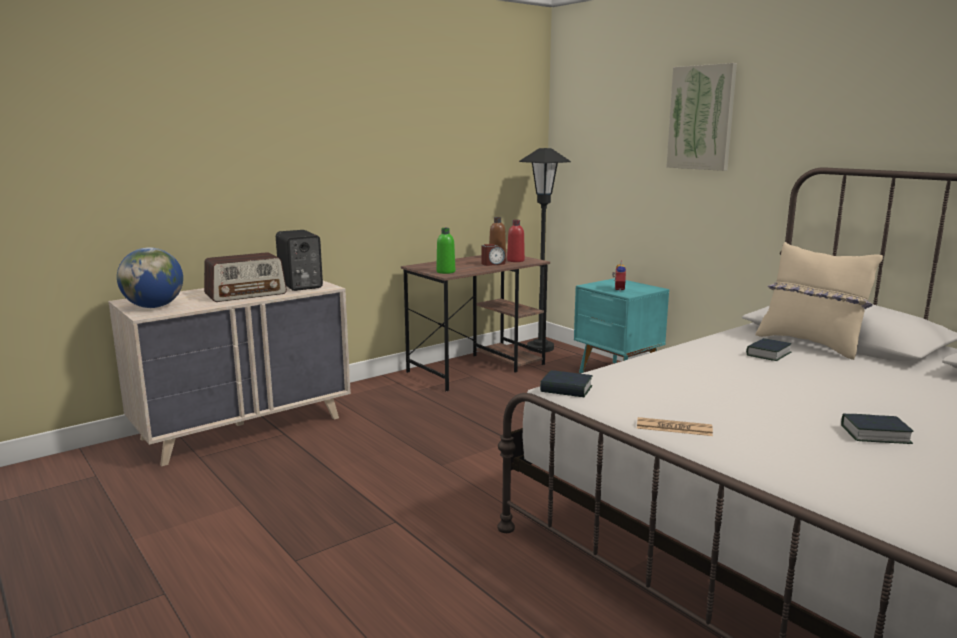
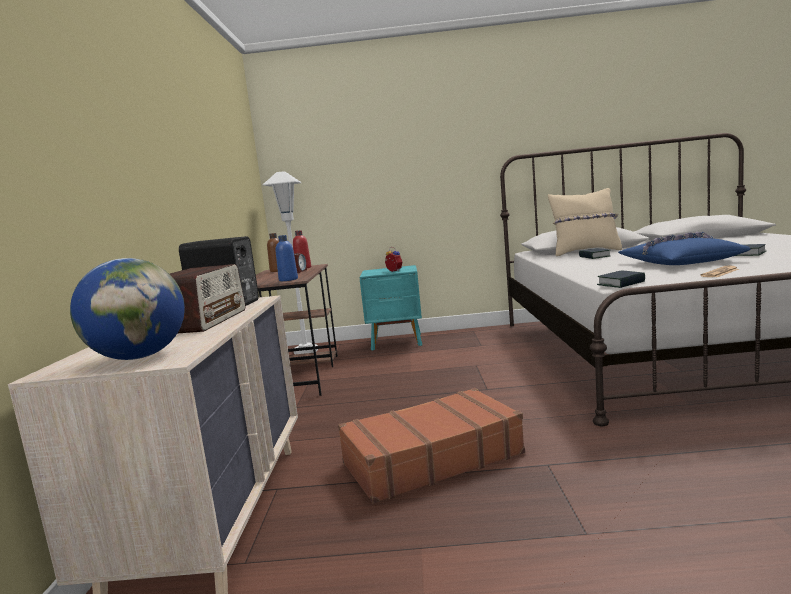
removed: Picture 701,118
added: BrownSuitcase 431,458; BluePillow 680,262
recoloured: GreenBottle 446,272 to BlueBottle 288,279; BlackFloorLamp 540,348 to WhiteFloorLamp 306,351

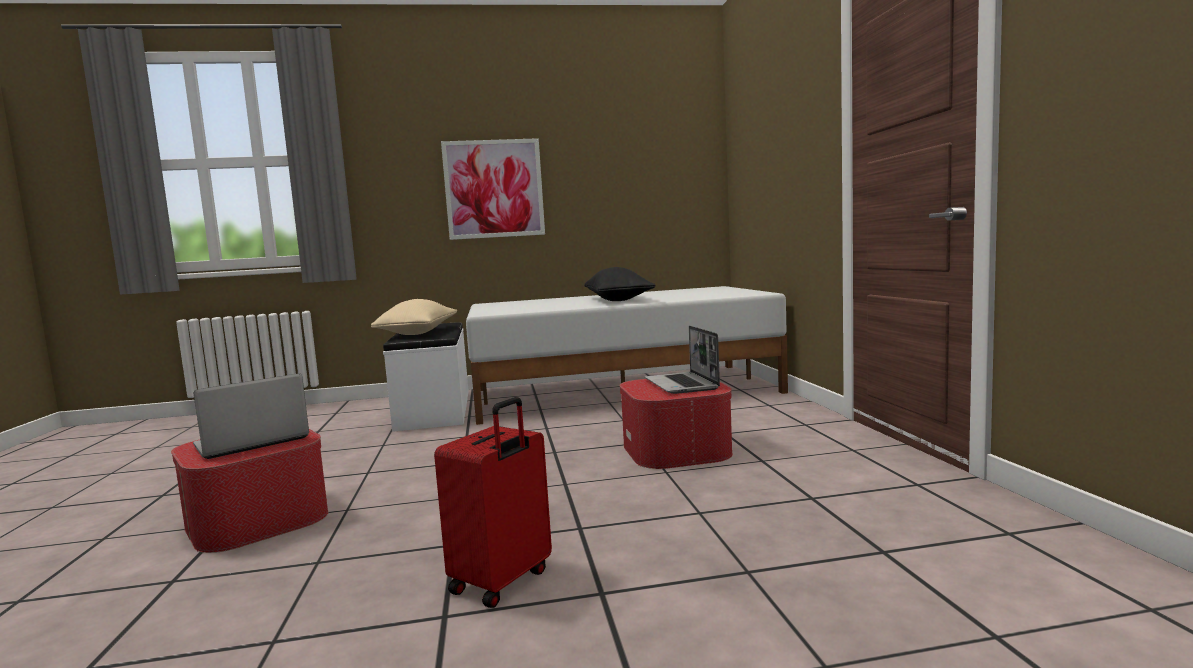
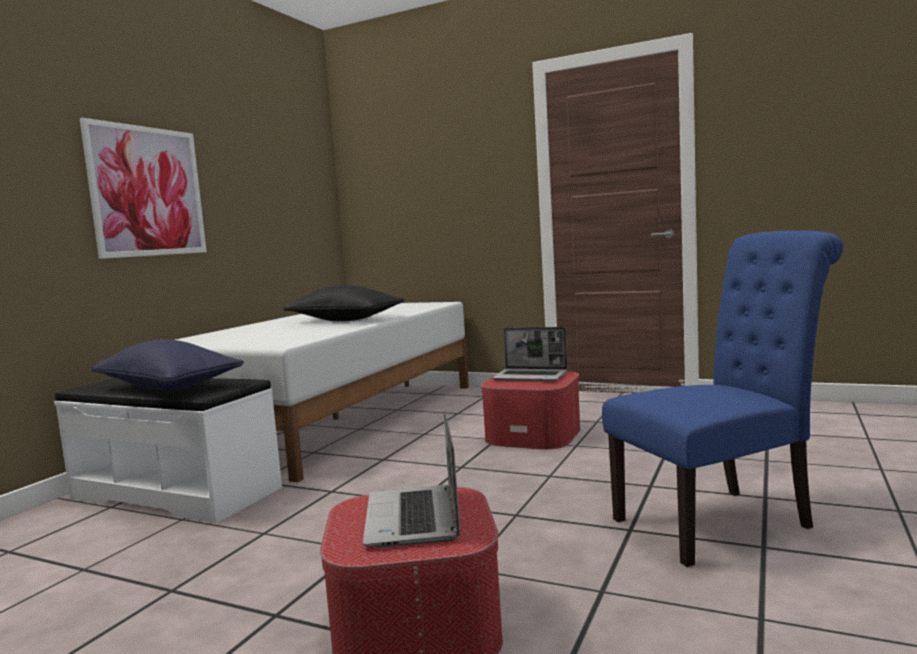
replaced: RedSuitcase 502,582 to BlueChair 722,521
recoloured: BeigePillow 419,333 to BluePillow 168,387

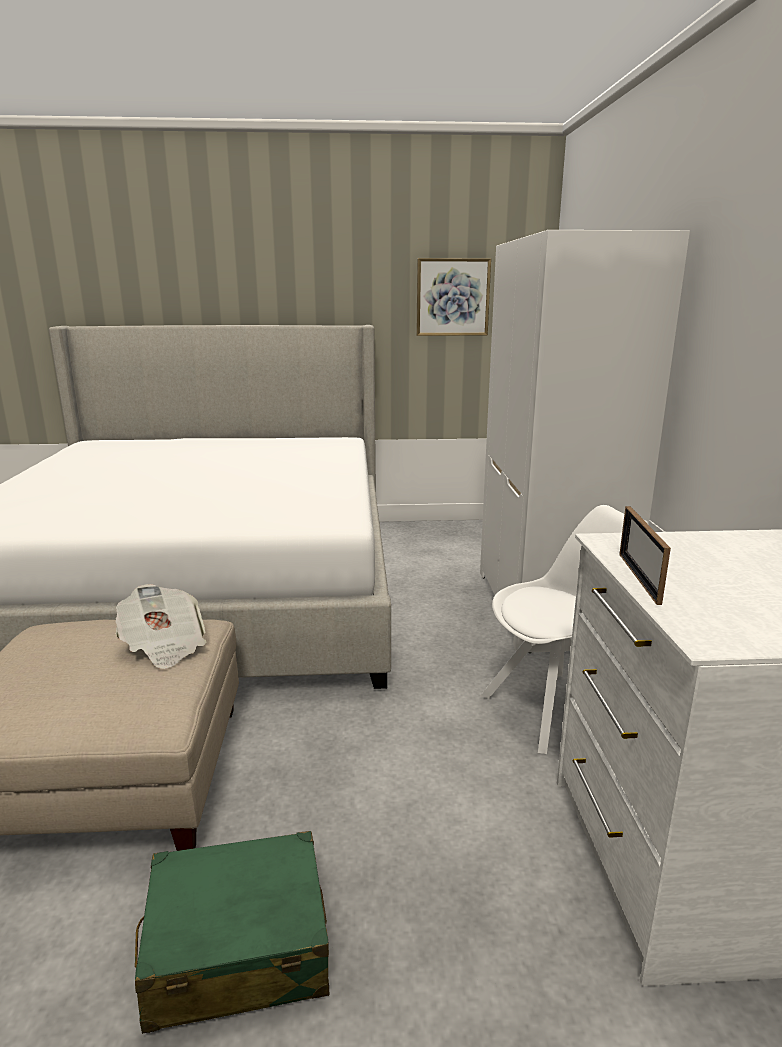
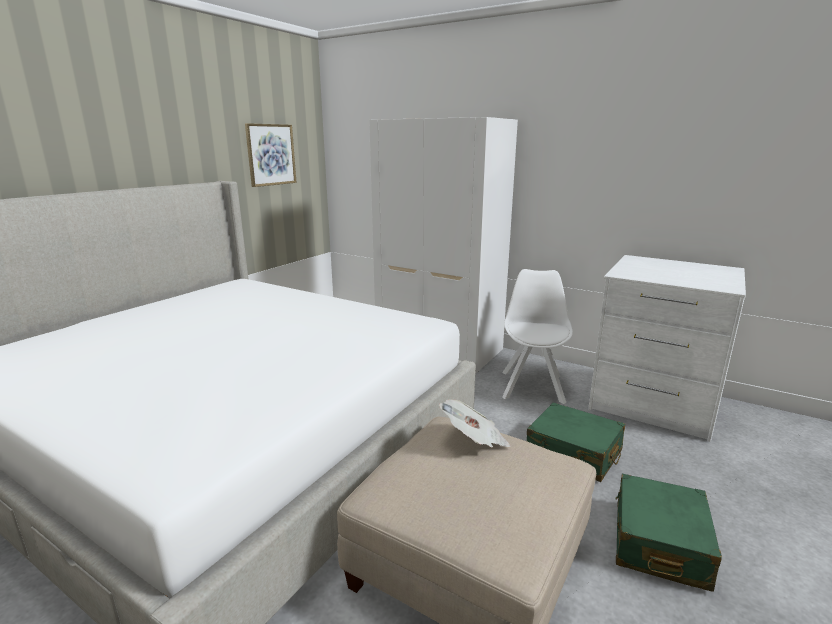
removed: PictureFrame 639,577
added: GreenSuitcase 573,453

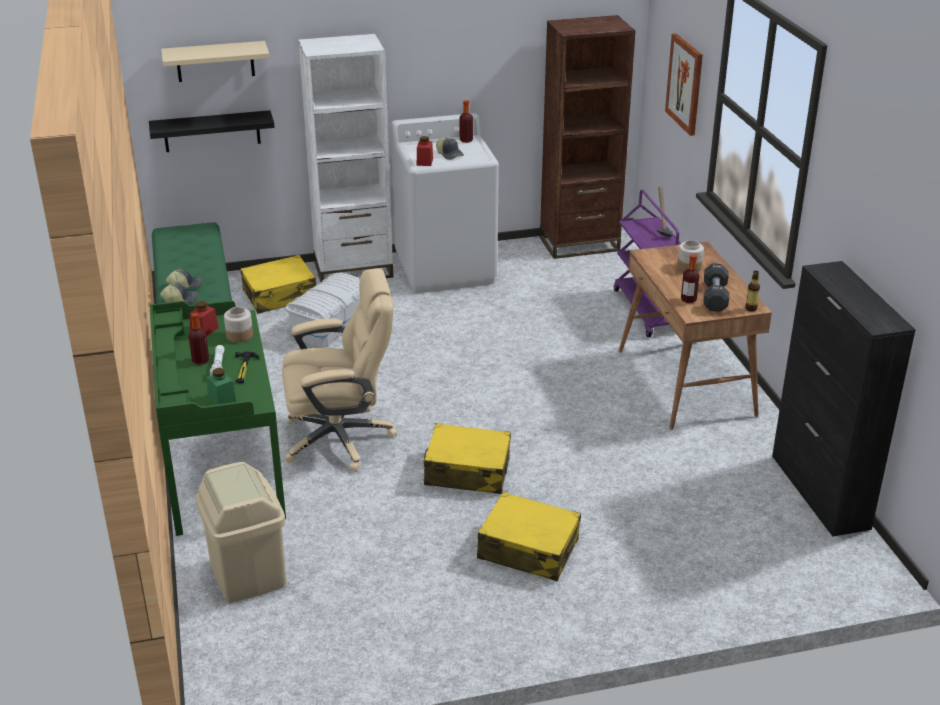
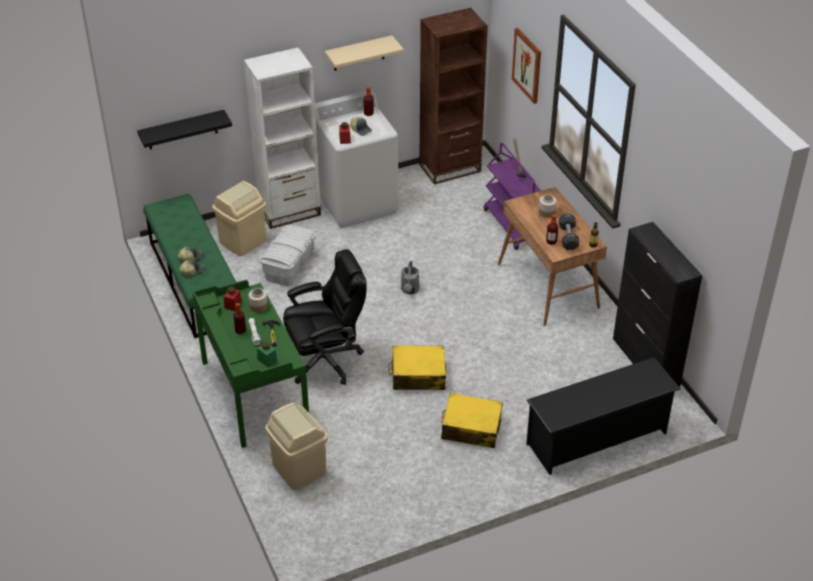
added: GreyWateringCan 410,290; BlackShoeRack 597,438
moved: BeigeShelf 215,61 to 359,53
replaced: YellowSuitcase 280,295 to BeigeTrashCan 242,241
recoloured: BeigeOfficeChair 340,438 to BlackOfficeChair 326,360

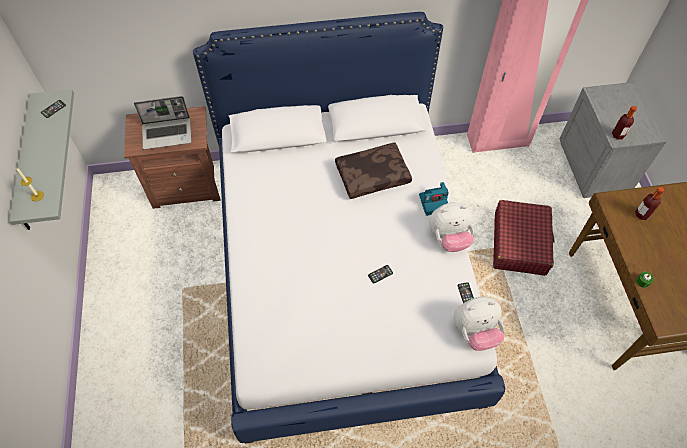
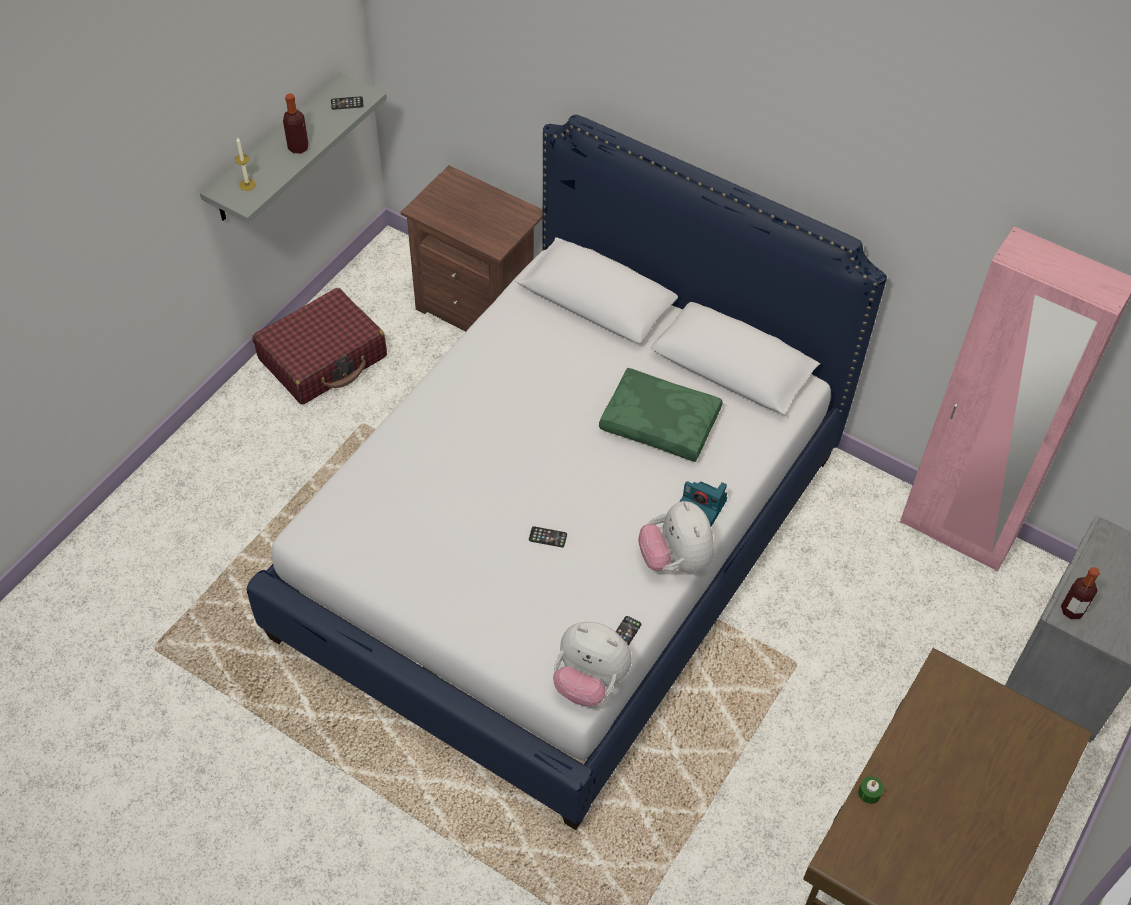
removed: Laptop 168,133
moved: RedSuitcase 520,243 to 323,358; Bottle 641,215 to 298,147
recoloured: BrownPillow 372,174 to GreenPillow 661,422
turned: PlushToy 449,238 = 675,559 45 degrees clockwise

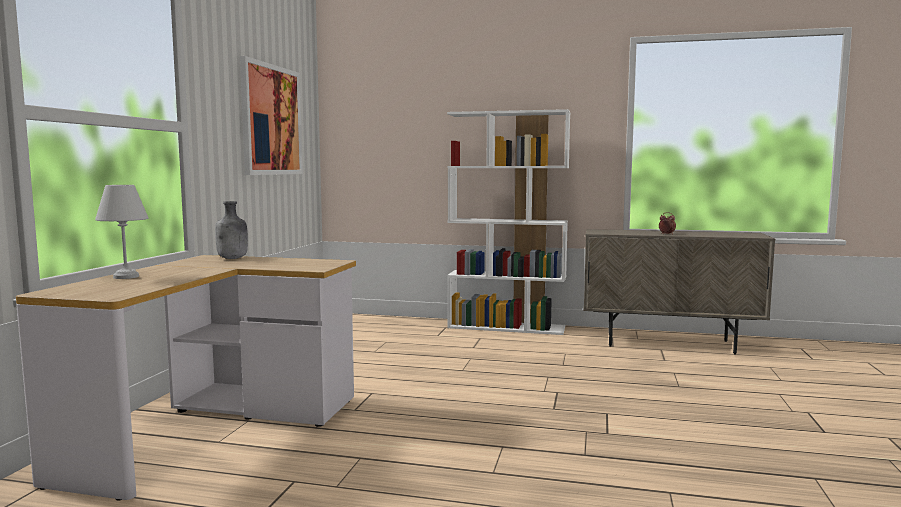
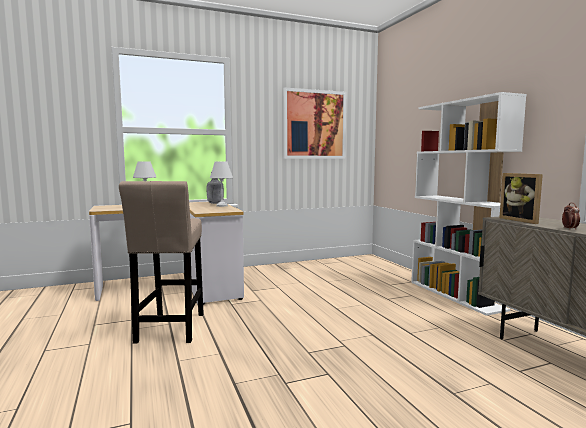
added: BeigeStool 170,330; WhiteTableLamp 222,206; PictureFrame 521,220

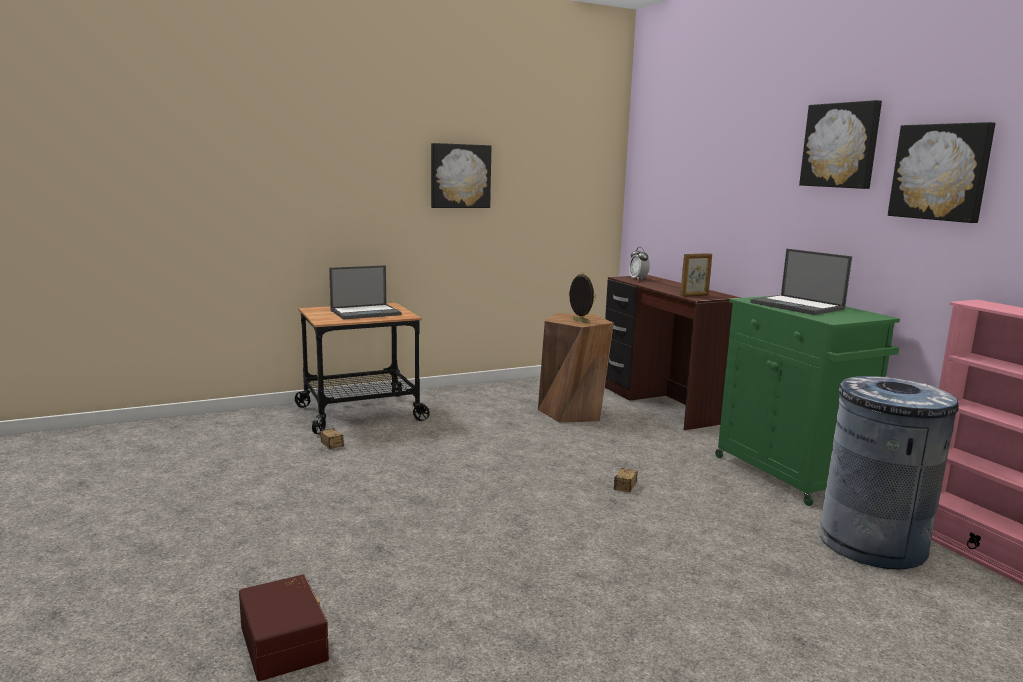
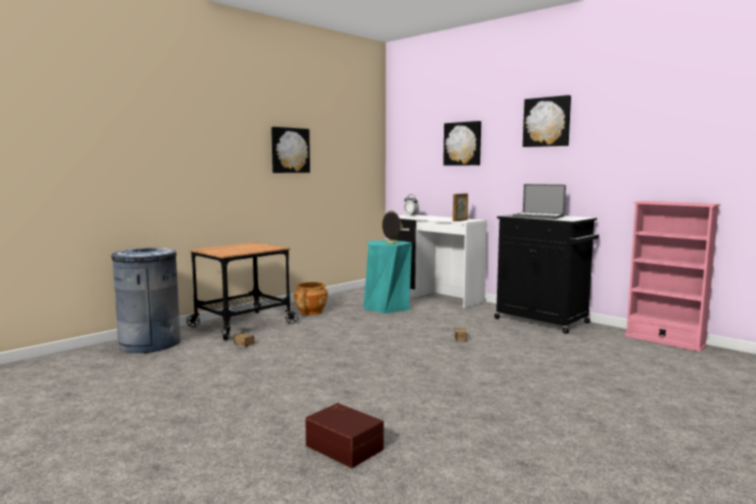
removed: Laptop 366,312
added: BrownPlanter 311,312
moved: GreyTrashCan 872,543 to 150,344; Picture 941,172 to 463,144
recoloured: BrownStool 572,412 to TurquoiseStool 387,307; BrownDesk 660,404 to WhiteDesk 435,297; GreenCabinet 791,475 to BlackCabinet 543,321

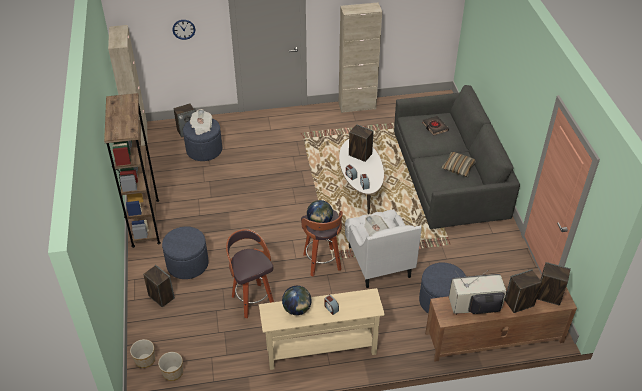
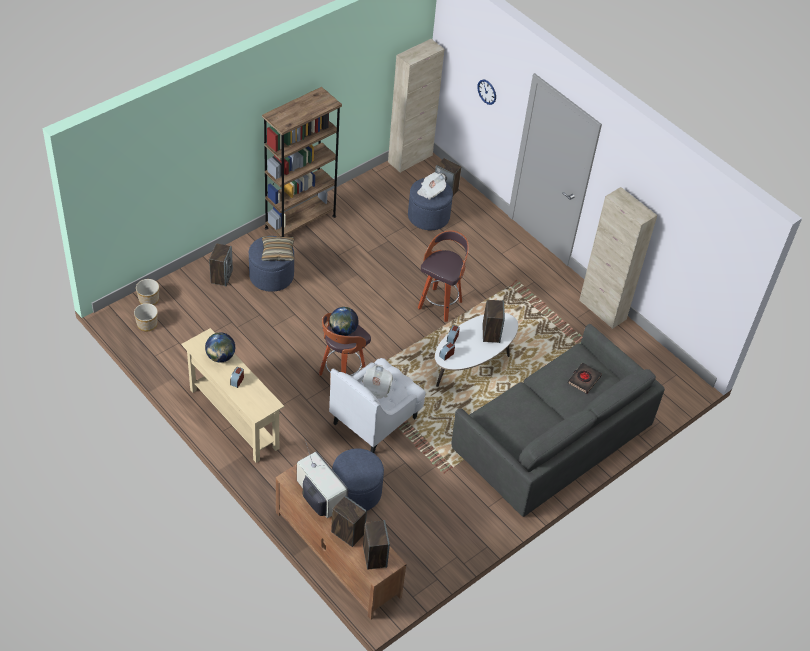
moved: Stool 252,300 to 440,304; Pillow 458,167 to 277,252

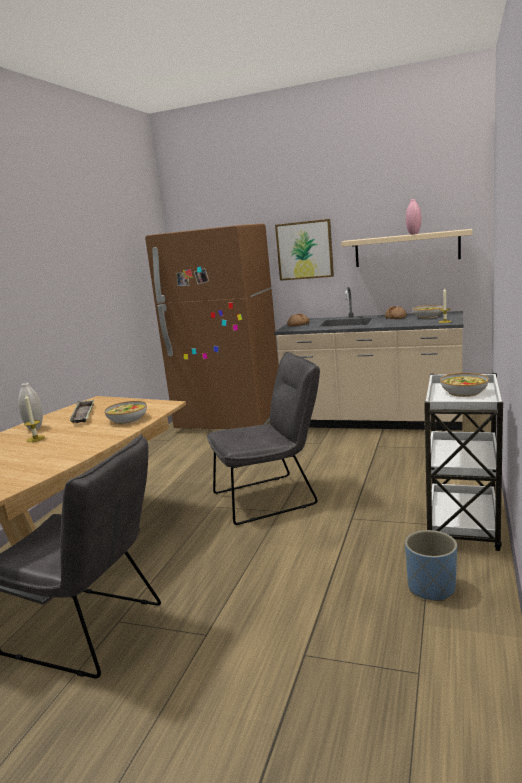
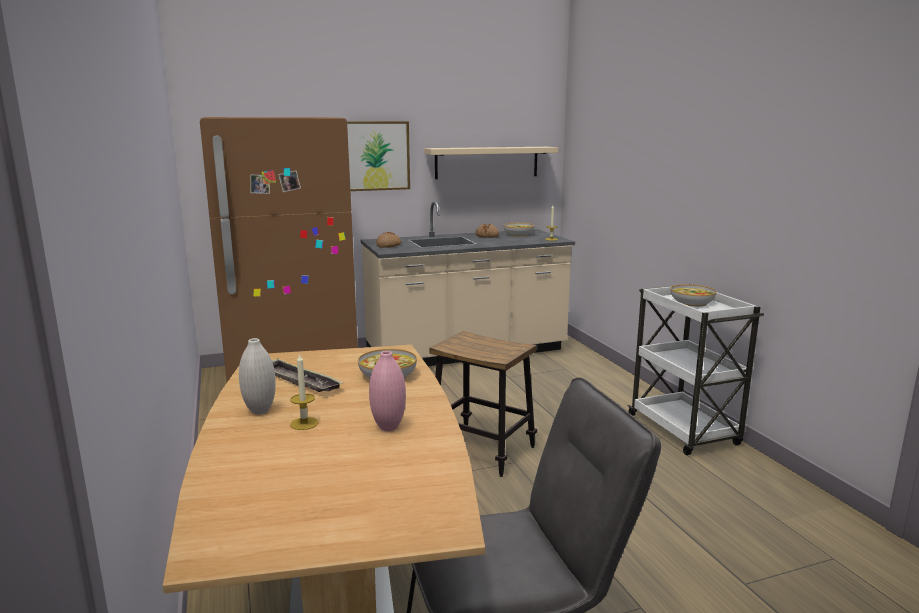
removed: BluePlanter 431,588
moved: PinkVase 413,234 to 388,427
replaced: GreyChair 271,497 to Stool 482,450

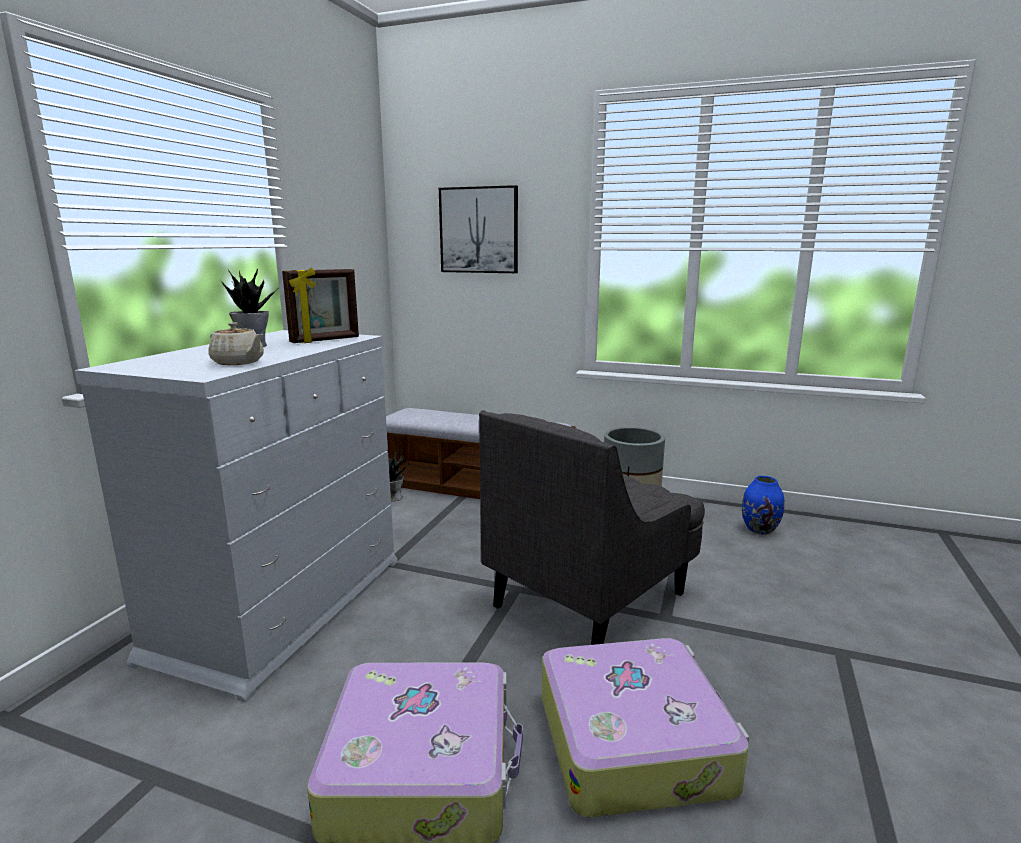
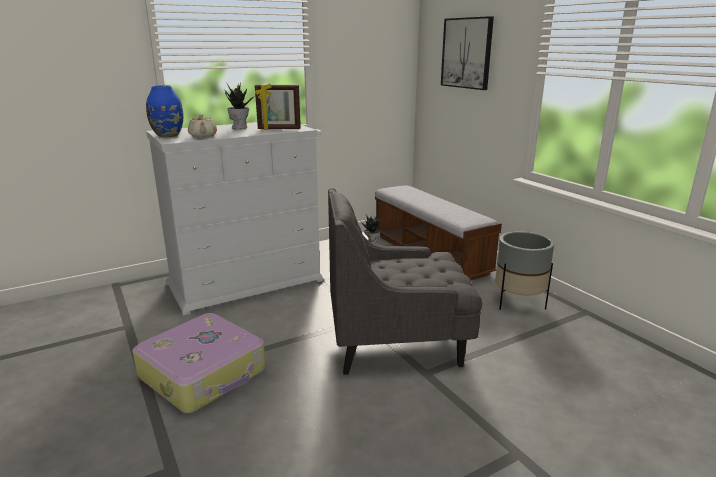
removed: Suitcase 634,741
moved: BlueVase 759,529 to 168,135

